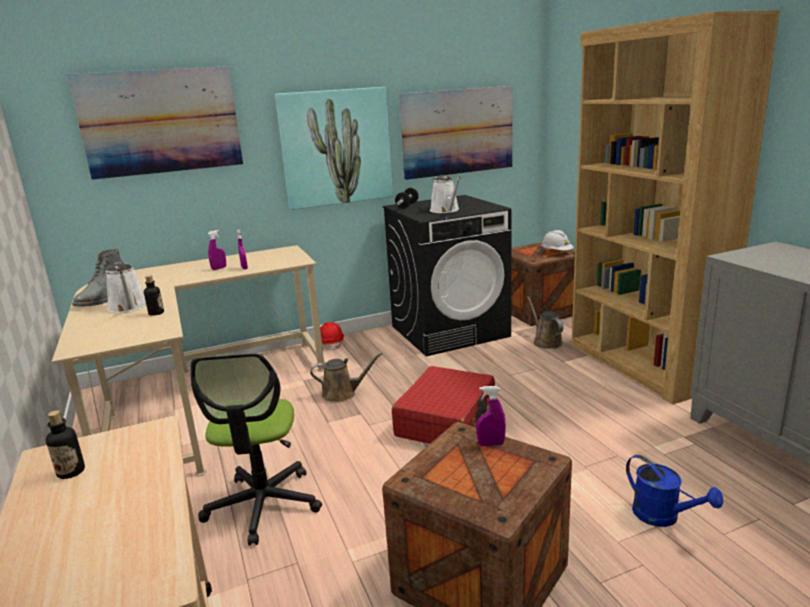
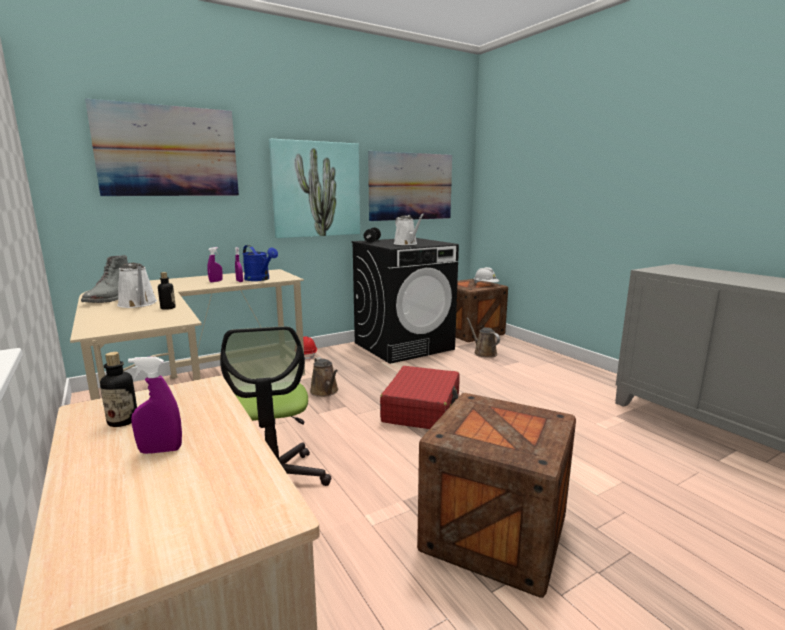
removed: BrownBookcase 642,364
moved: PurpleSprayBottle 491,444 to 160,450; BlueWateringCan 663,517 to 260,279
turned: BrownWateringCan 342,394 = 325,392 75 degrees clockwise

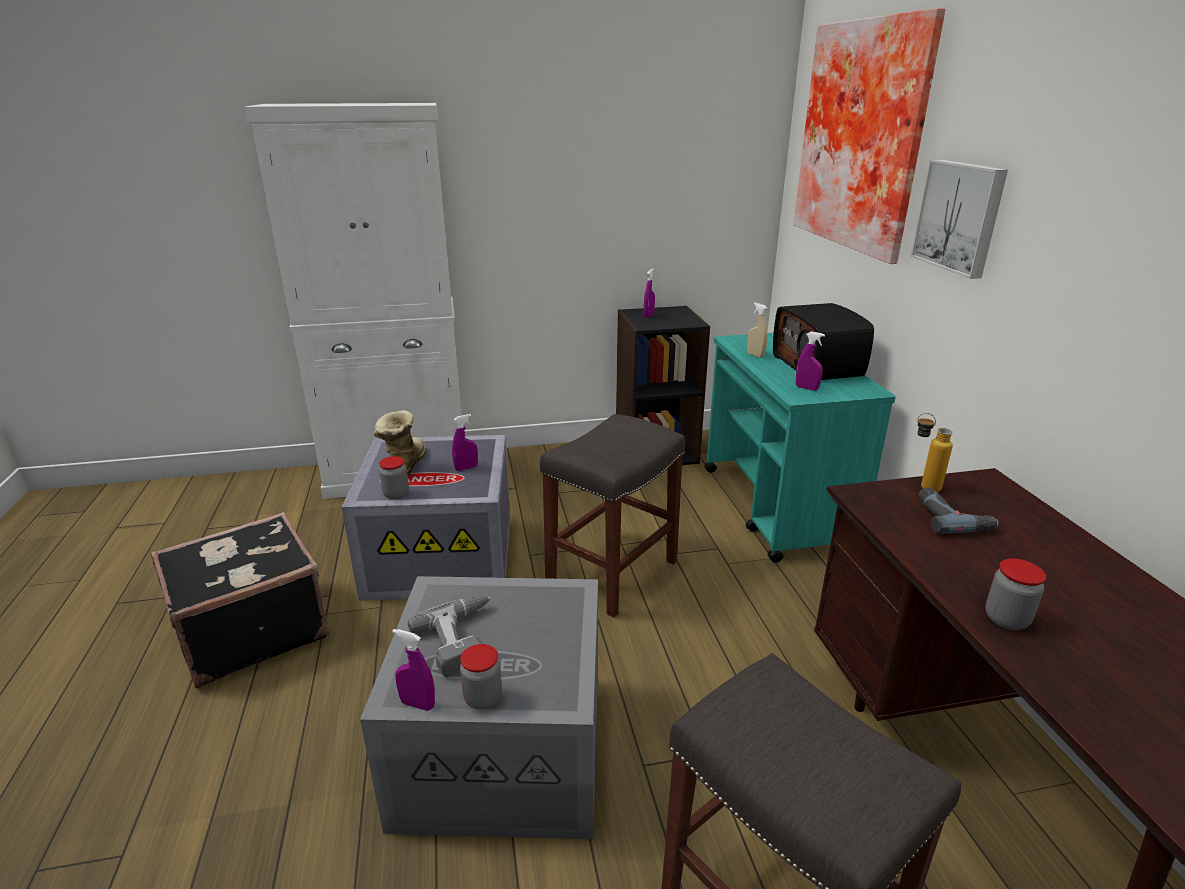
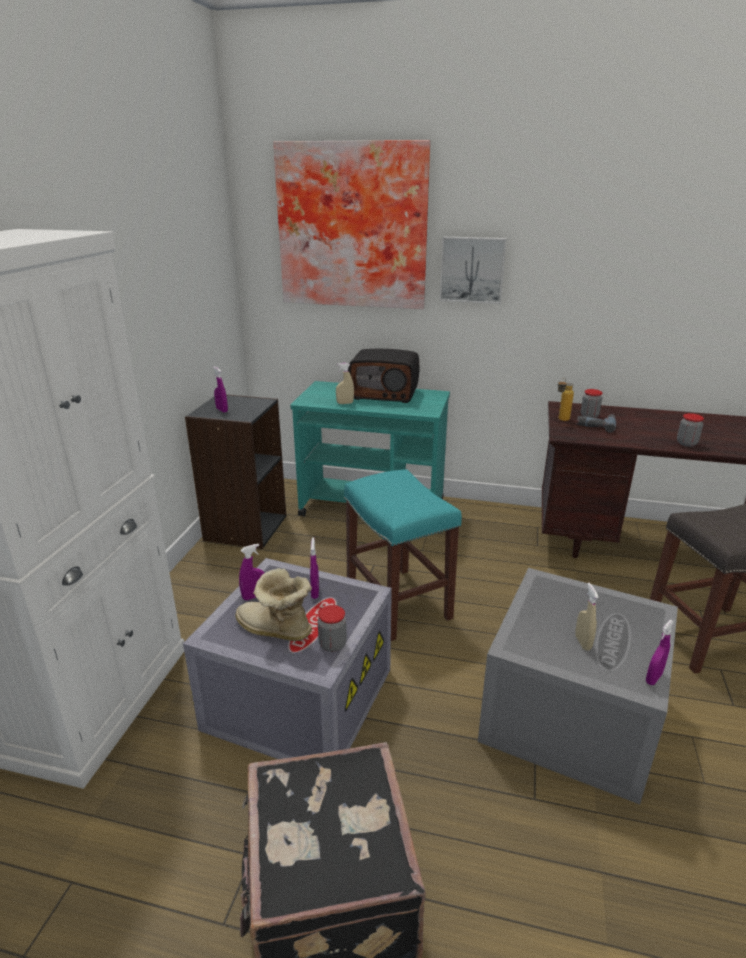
moved: Jar 483,698 to 589,416; PurpleSprayBottle 806,388 to 254,596
replaced: PowerDrill 463,639 to BeigeSprayBottle 582,642
recoloured: GreyStool 612,571 to TurquoiseStool 396,602

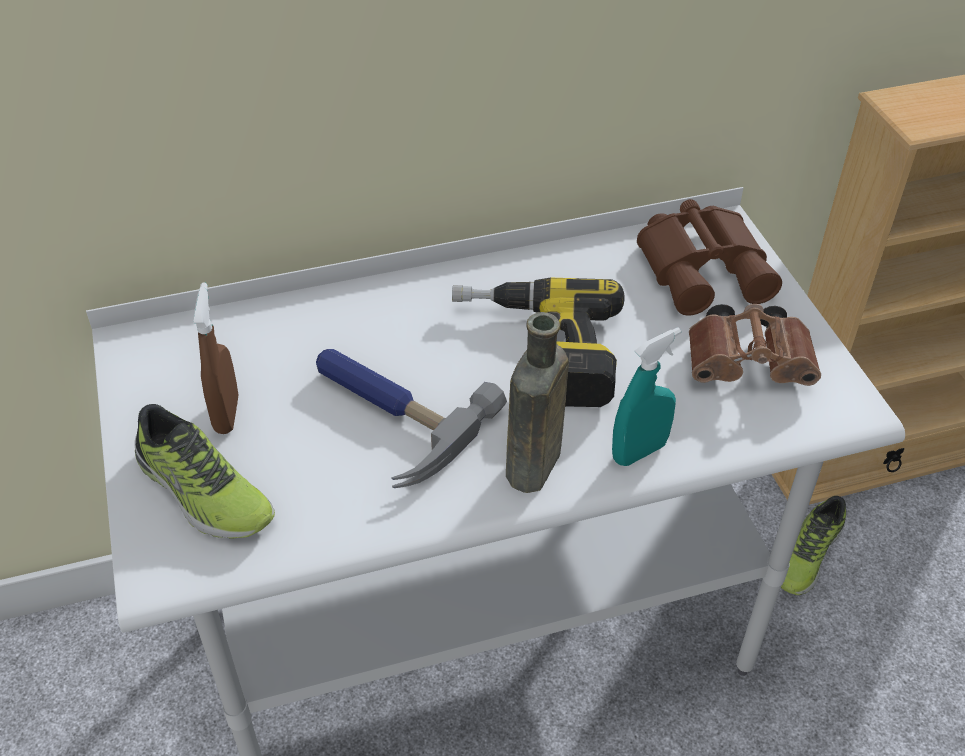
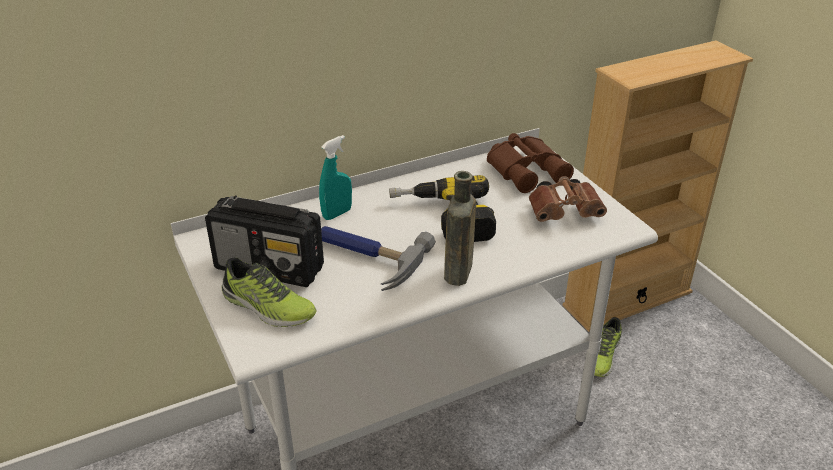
moved: TurquoiseSprayBottle 639,452 to 337,214
replaced: BrownSprayBottle 227,414 to Radio 270,268

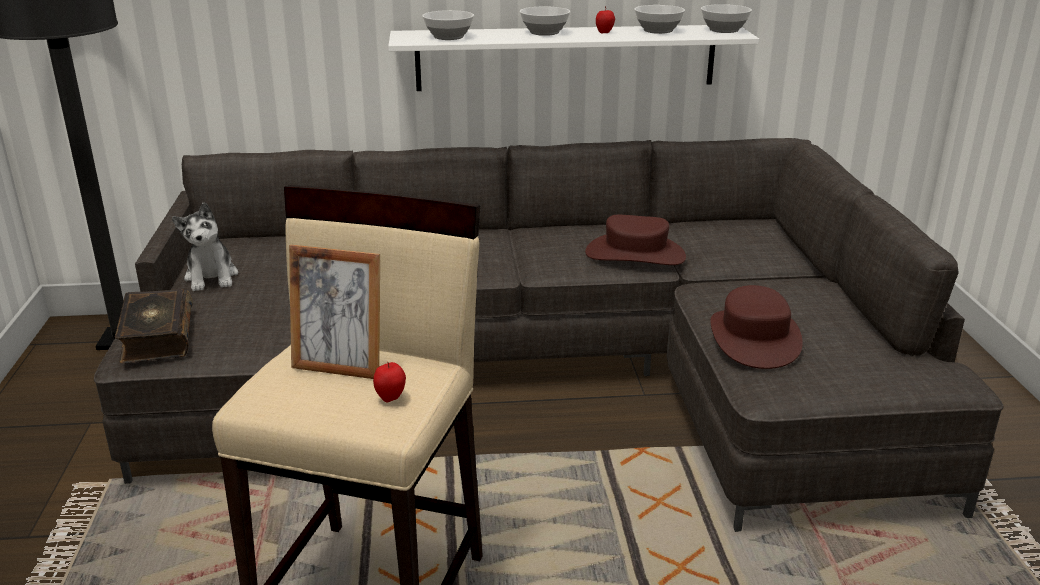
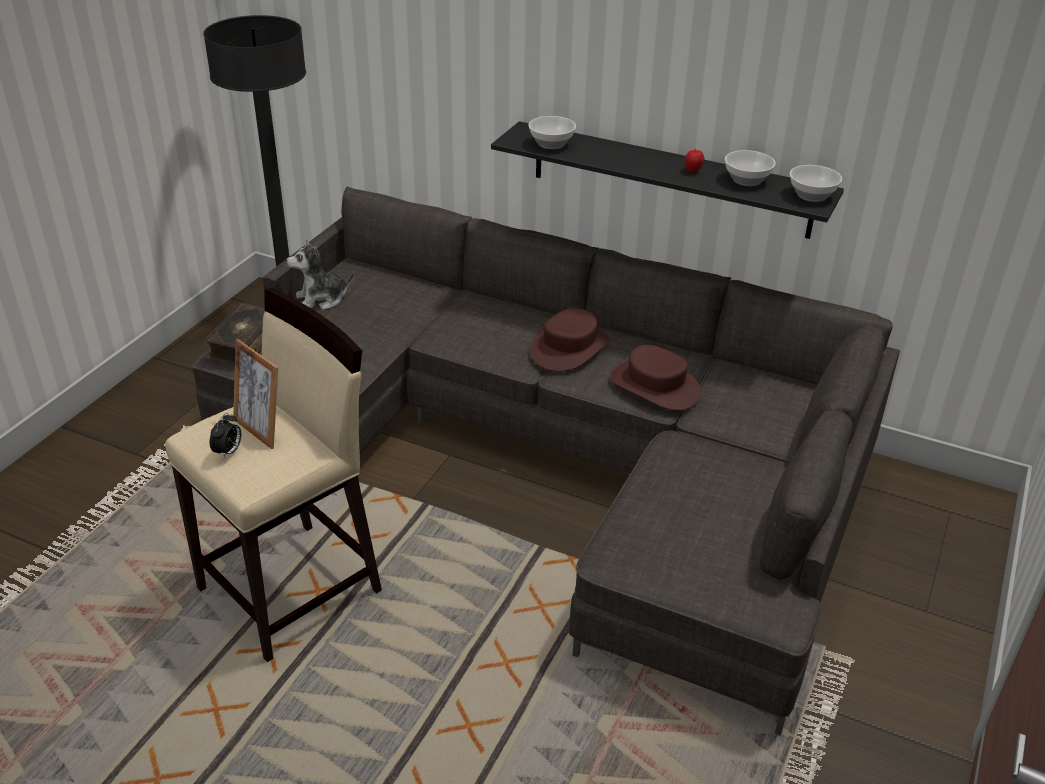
removed: Apple 390,398; Bowl 545,33
added: AlarmClock 228,452
moved: BrownHat 754,338 to 569,348
recoloured: WhiteShelf 566,57 to BlackShelf 670,179
turned: PlushToy 212,277 = 321,299 60 degrees clockwise

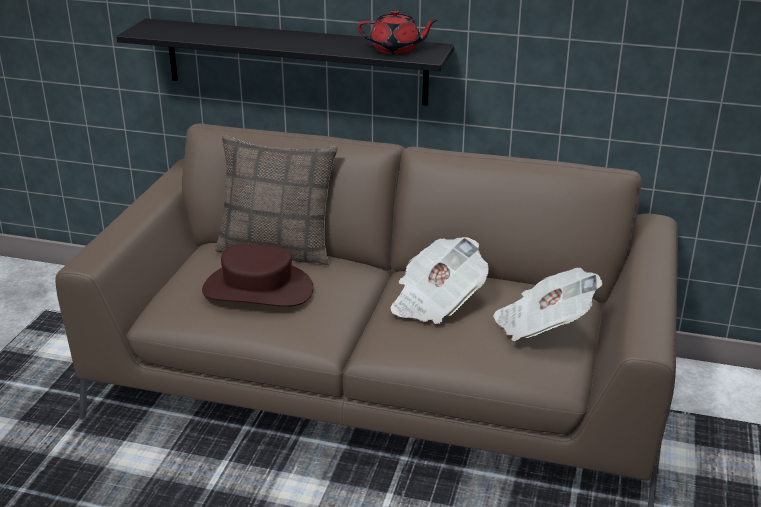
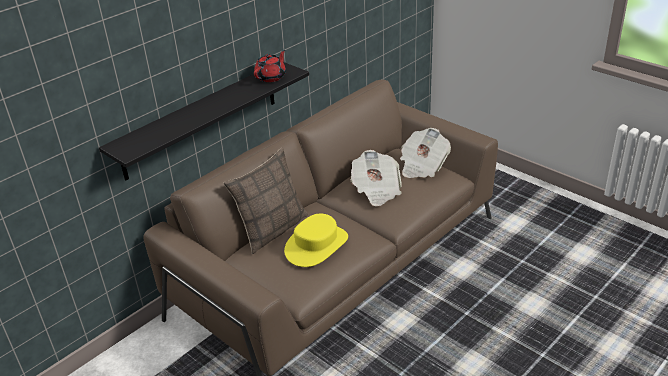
recoloured: BrownHat 258,289 to YellowHat 316,245

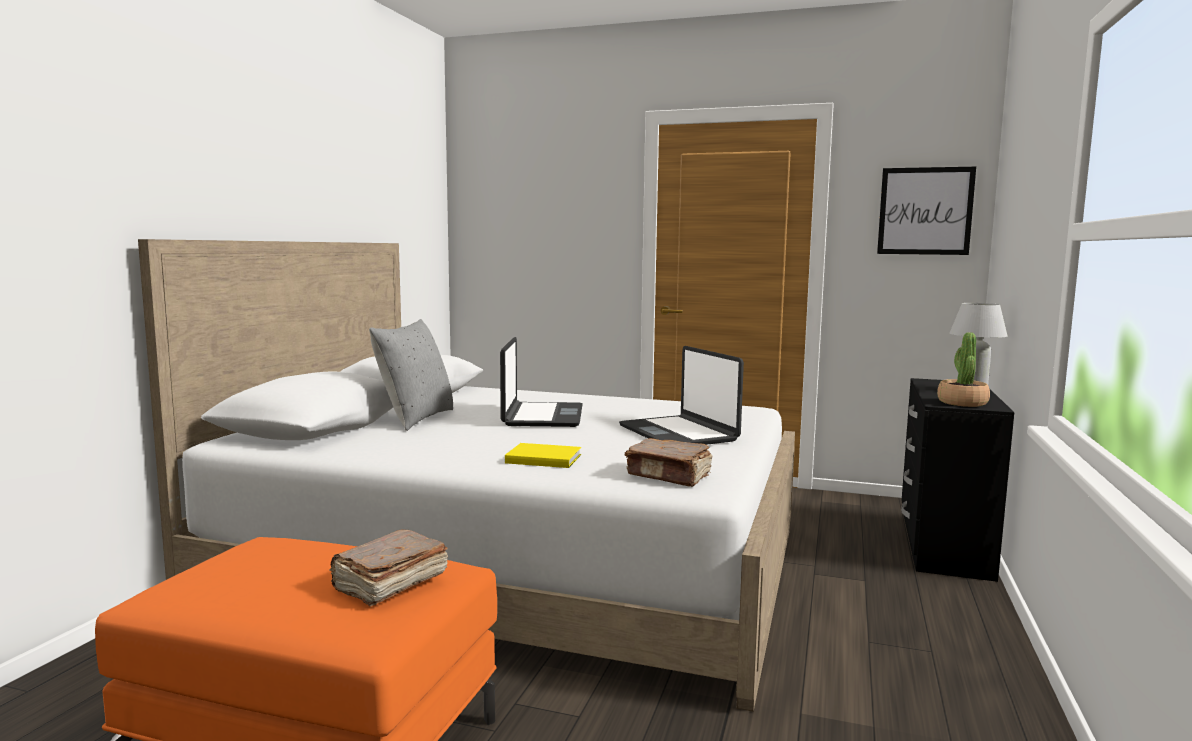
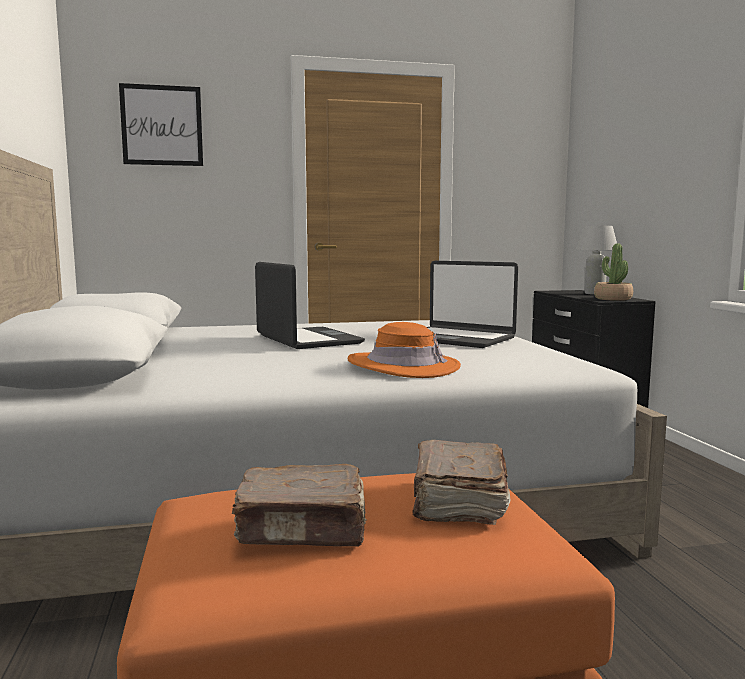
removed: GreyPillow 415,418
moved: BrownBook 669,476 to 304,529; Picture 925,211 to 162,125
replaced: YellowBook 542,458 to OrangeHat 403,366

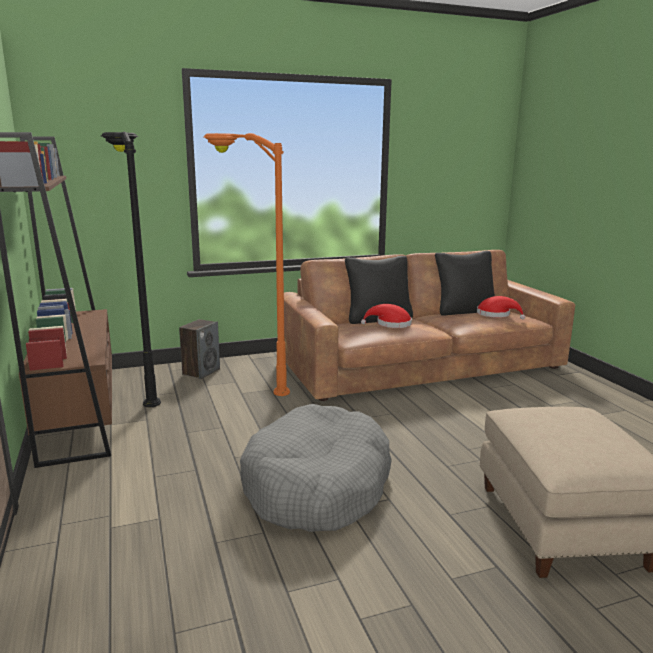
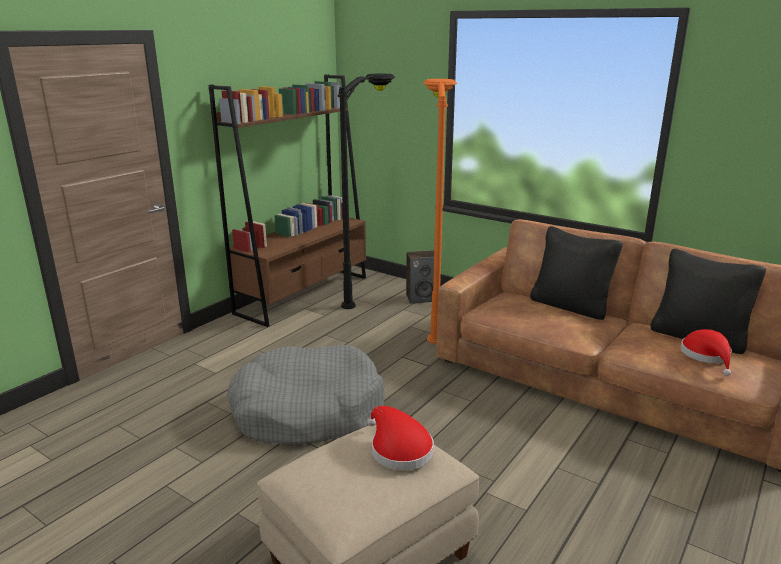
moved: RedHat 390,324 to 398,449

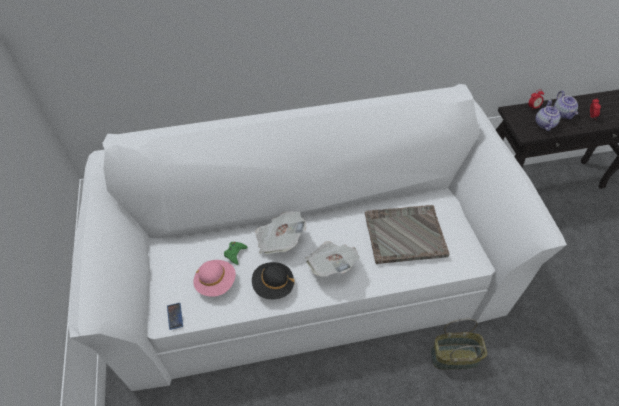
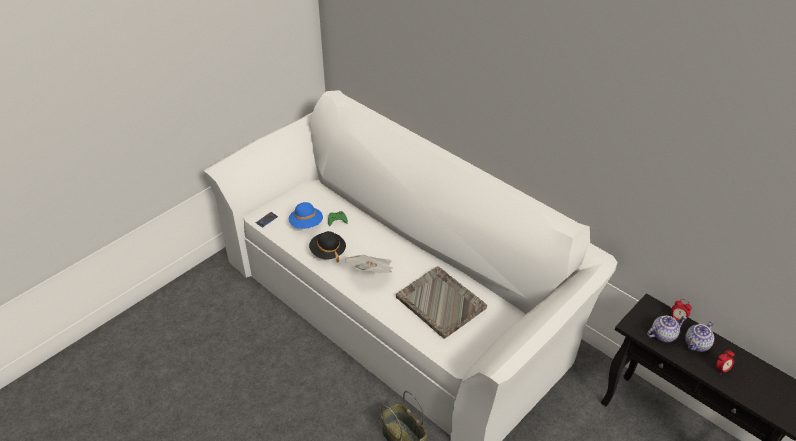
removed: Newspaper 279,240
recoloured: PinkHat 216,282 to BlueHat 306,224

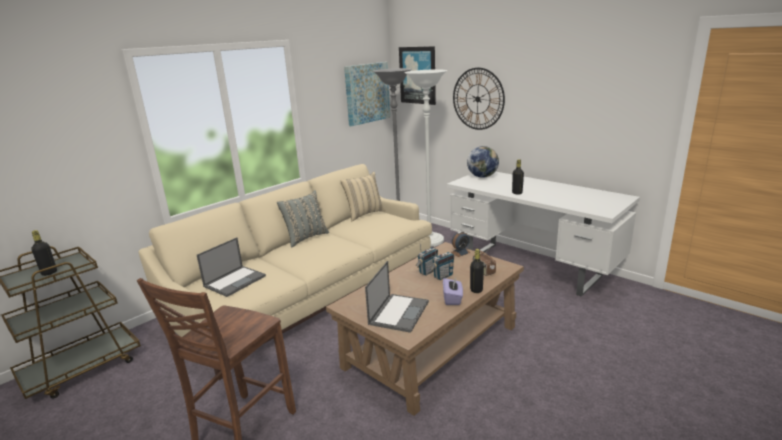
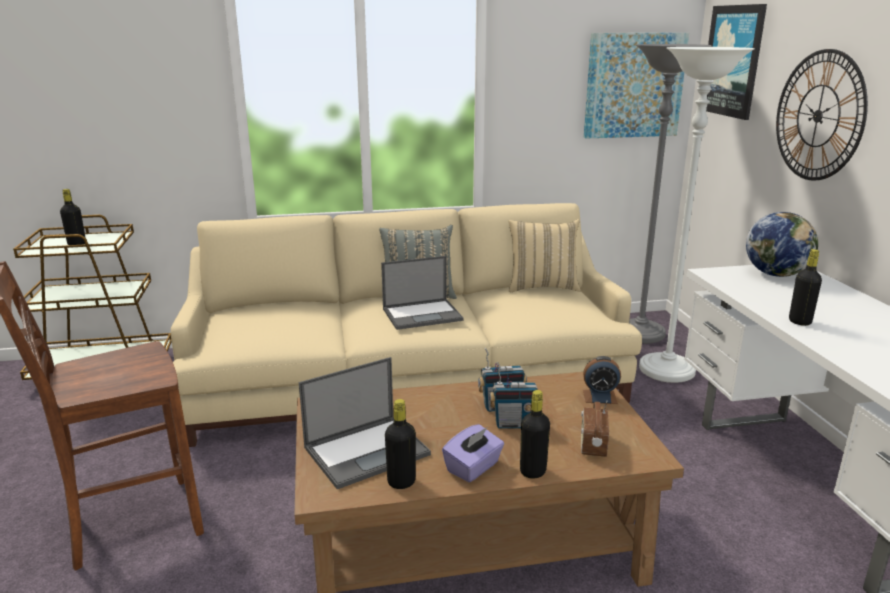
added: BlackBottle 401,482
moved: Laptop 235,281 to 423,314

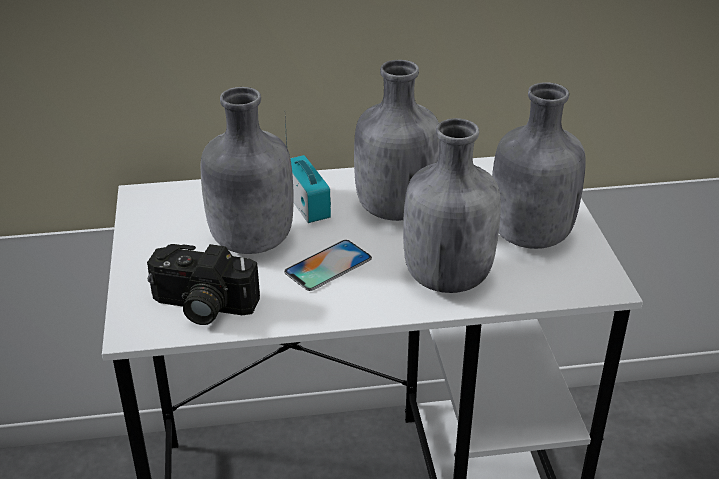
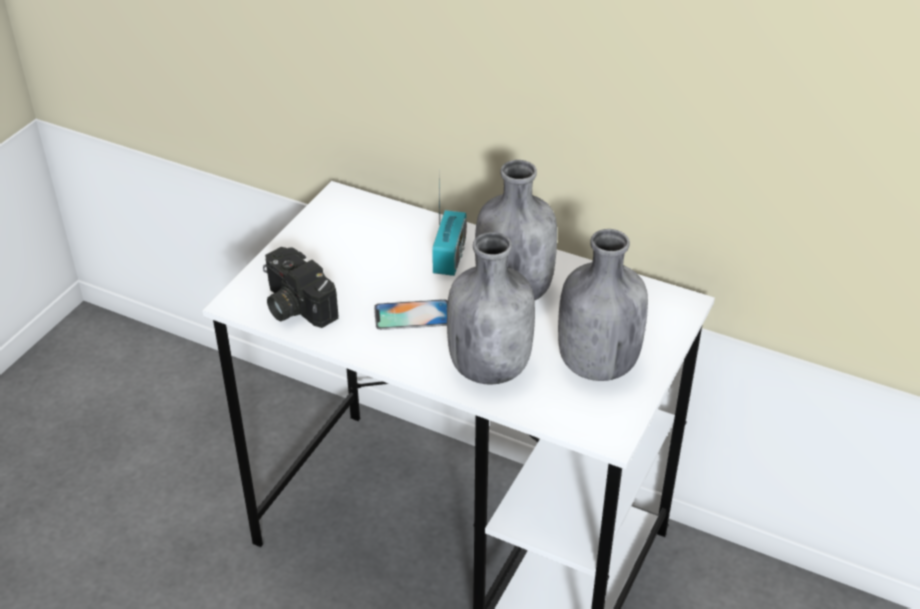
removed: GreyBottle 250,242

